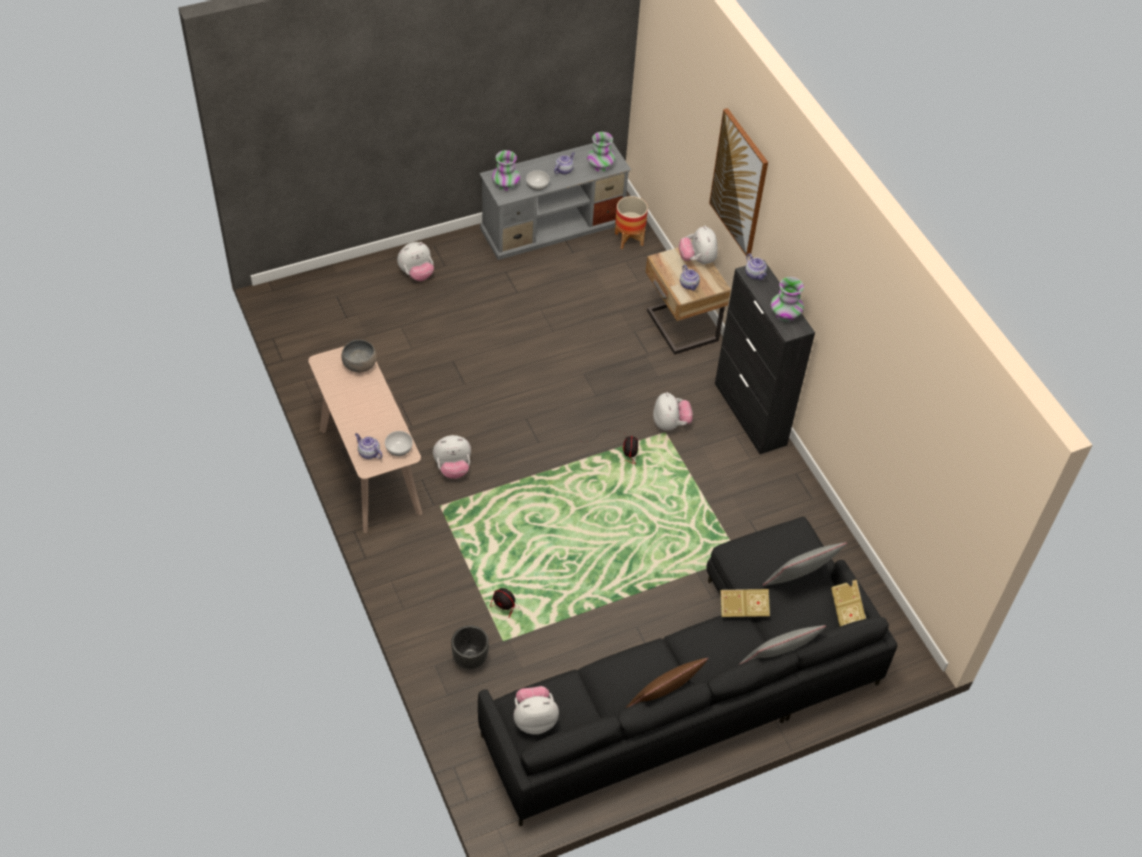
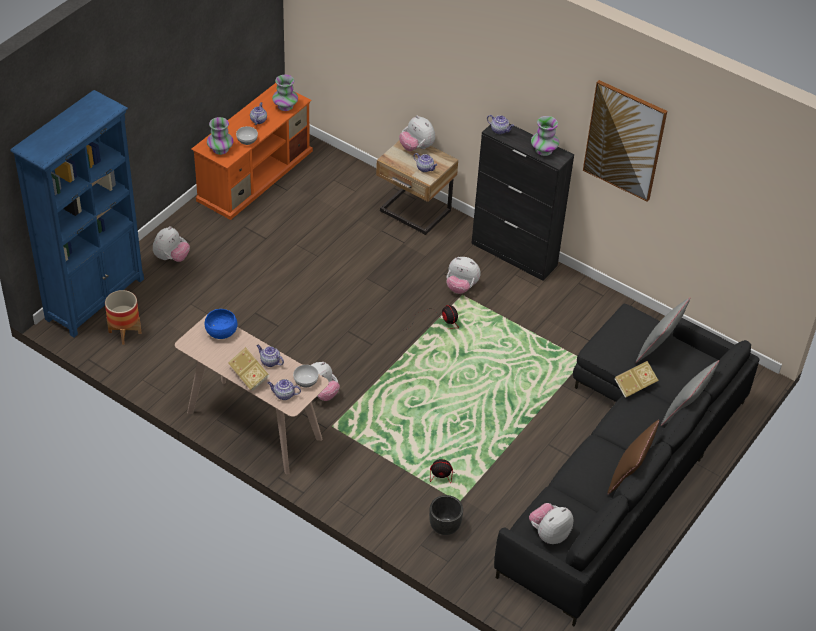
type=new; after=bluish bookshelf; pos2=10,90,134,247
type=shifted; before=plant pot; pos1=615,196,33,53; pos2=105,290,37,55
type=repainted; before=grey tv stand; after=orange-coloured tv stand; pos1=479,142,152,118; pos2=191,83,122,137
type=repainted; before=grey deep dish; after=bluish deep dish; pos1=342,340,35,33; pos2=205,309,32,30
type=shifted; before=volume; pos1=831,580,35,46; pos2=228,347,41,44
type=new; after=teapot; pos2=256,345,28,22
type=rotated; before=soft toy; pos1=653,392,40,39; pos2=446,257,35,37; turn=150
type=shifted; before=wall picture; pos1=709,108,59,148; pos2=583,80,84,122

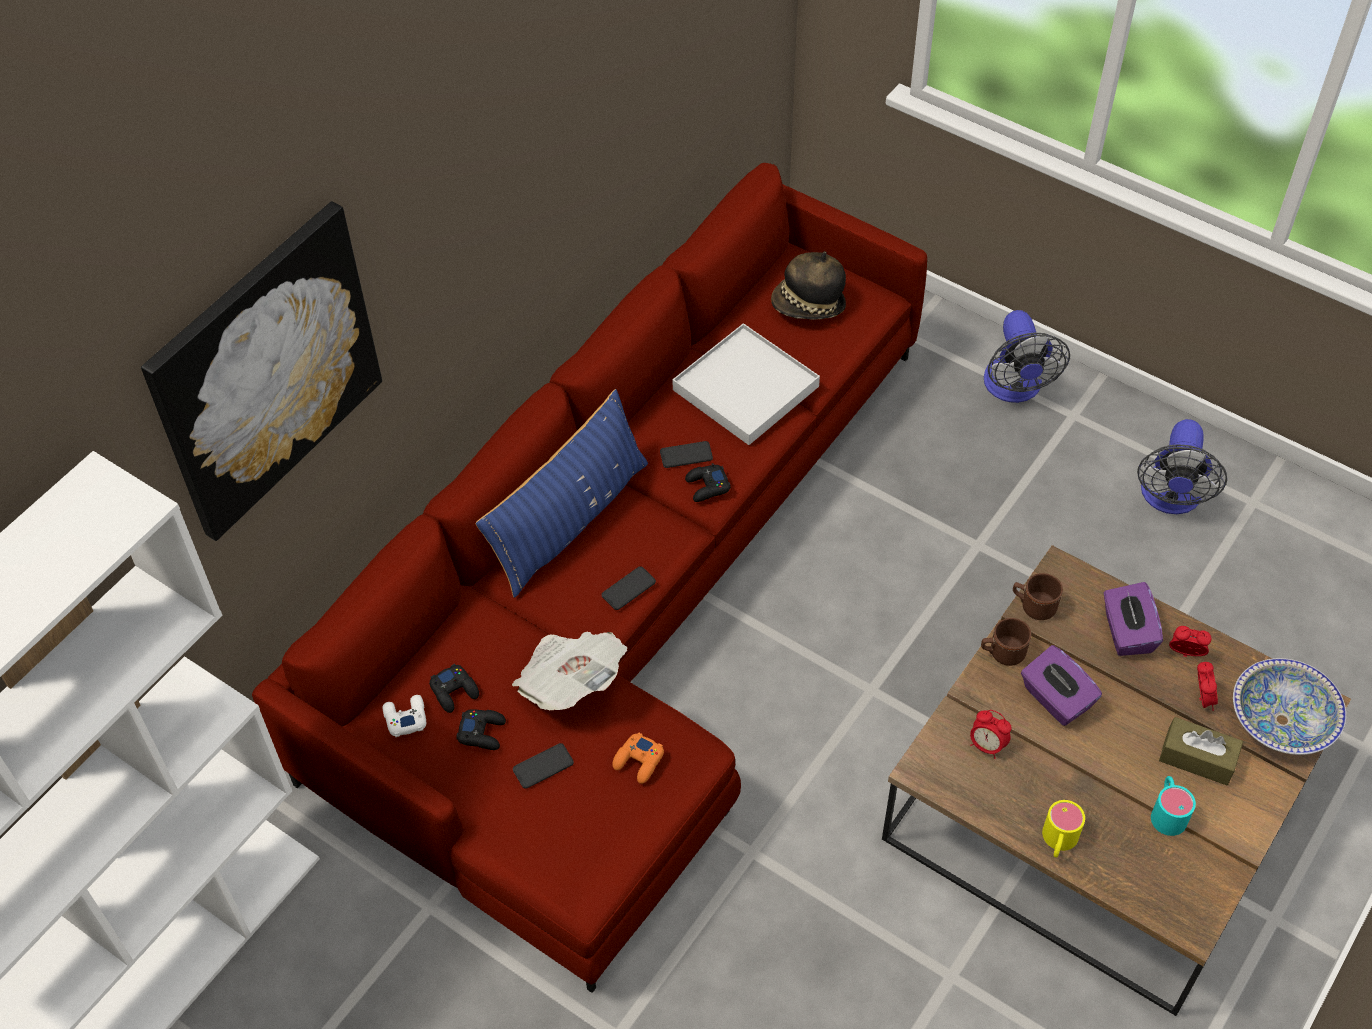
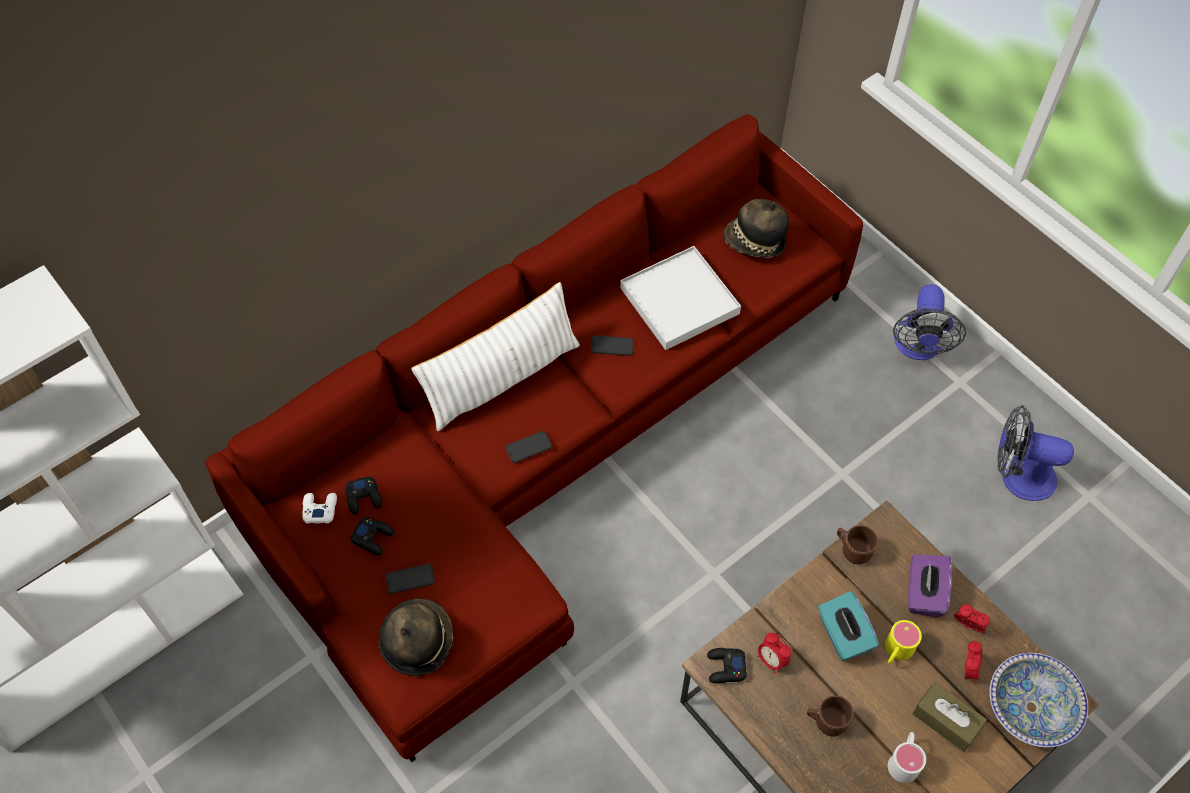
type=new; after=wearable hat; pos2=378,598,75,78
type=repainted; before=bluish cushion; after=whitish cushion; pos1=476,389,172,209; pos2=411,282,169,149
type=shifted; before=blackish game controller; pos1=685,463,46,39; pos2=707,648,40,35
type=shifted; before=brownish coffee mug; pos1=981,618,50,48; pos2=807,696,47,41
type=repainted; before=purplish box of tissues; after=turquoise-coloured box of tissues; pos1=1021,645,81,81; pos2=818,591,61,70
type=shifted; before=yellowish coffee mug; pos1=1042,800,43,58; pos2=885,620,37,44
type=repainted; before=turquoise-coloured coffee mug; after=whitish coffee mug; pos1=1151,776,45,60; pos2=888,732,38,51
type=rotated; before=electric fan; pos1=1137,419,90,95; pos2=997,405,77,96; turn=75
type=gone; before=wall picture; pos1=141,201,241,340
type=gone; before=daily paper; pos1=512,631,115,79
type=gone; before=orange-coloured game controller; pos1=612,732,52,52

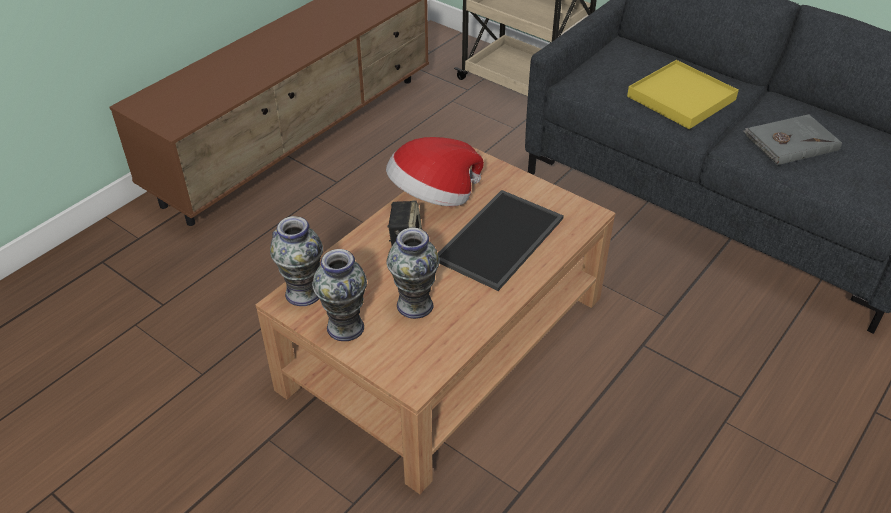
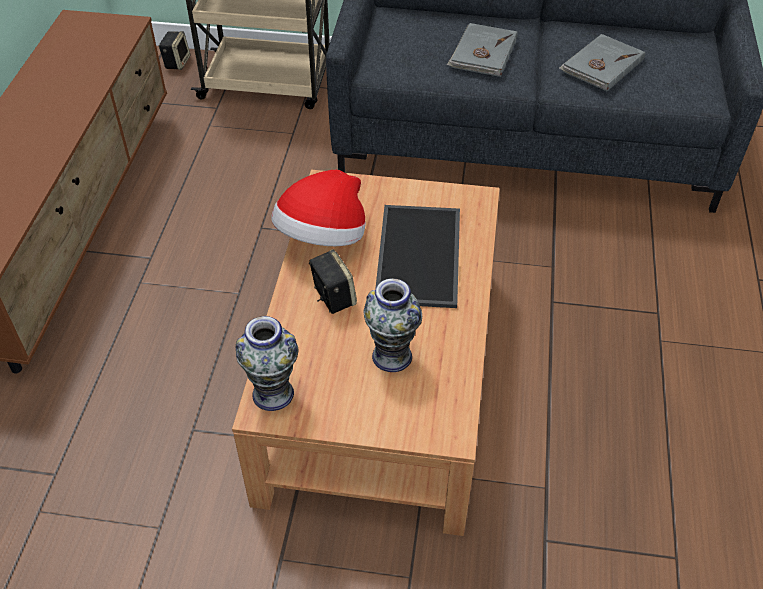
type=new; after=loudspeaker; pos2=159,31,31,39
type=swapped; before=yellowish carrying tray; after=grey volume; pos1=627,60,112,69; pos2=447,23,71,54
type=gone; before=flower vase; pos1=312,249,55,92

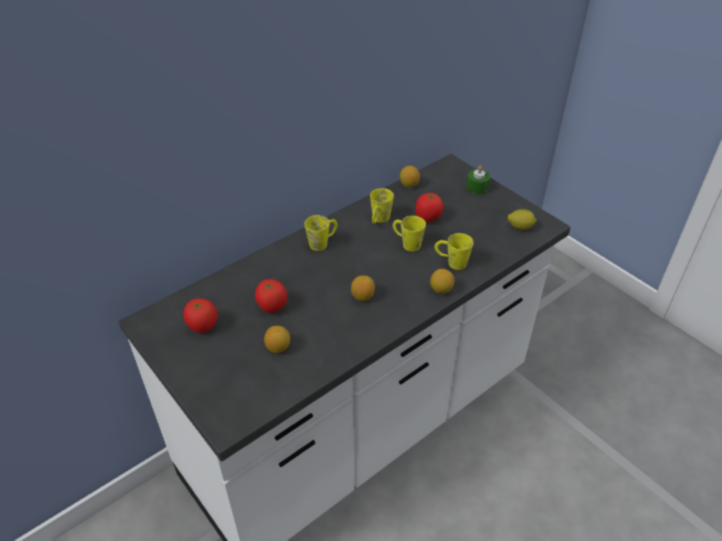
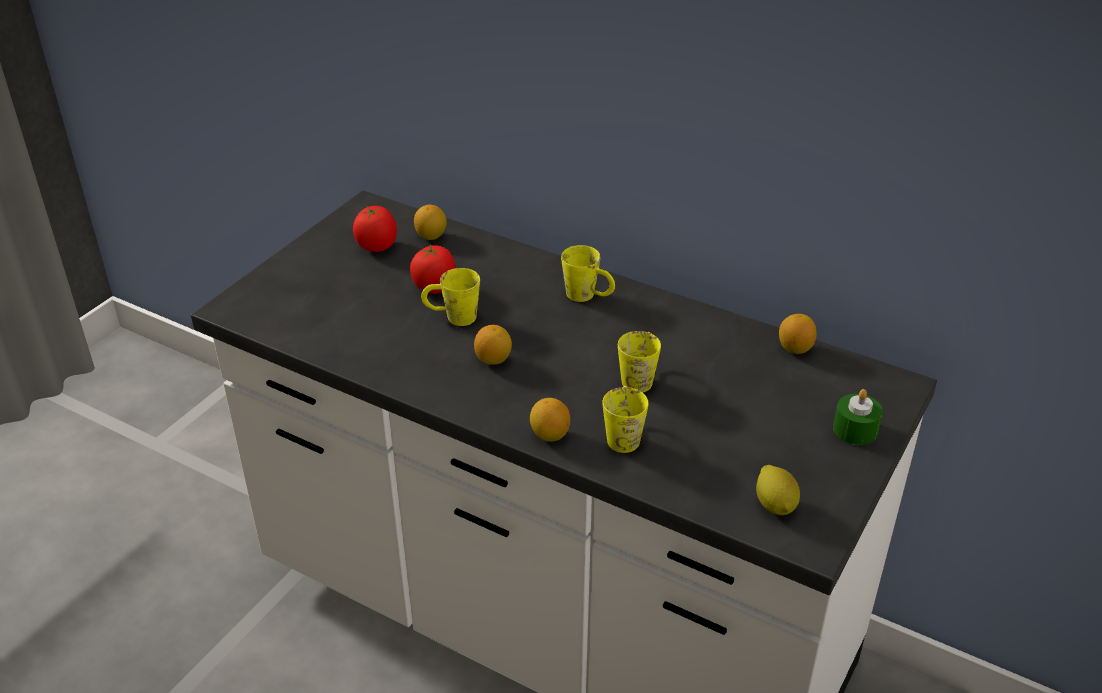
type=shifted; before=citrus fruit; pos1=264,326,26,27; pos2=414,205,33,35
type=shifted; before=yellowish coffee mug; pos1=370,188,24,36; pos2=421,268,59,58
type=gone; before=tomato; pos1=415,193,29,30

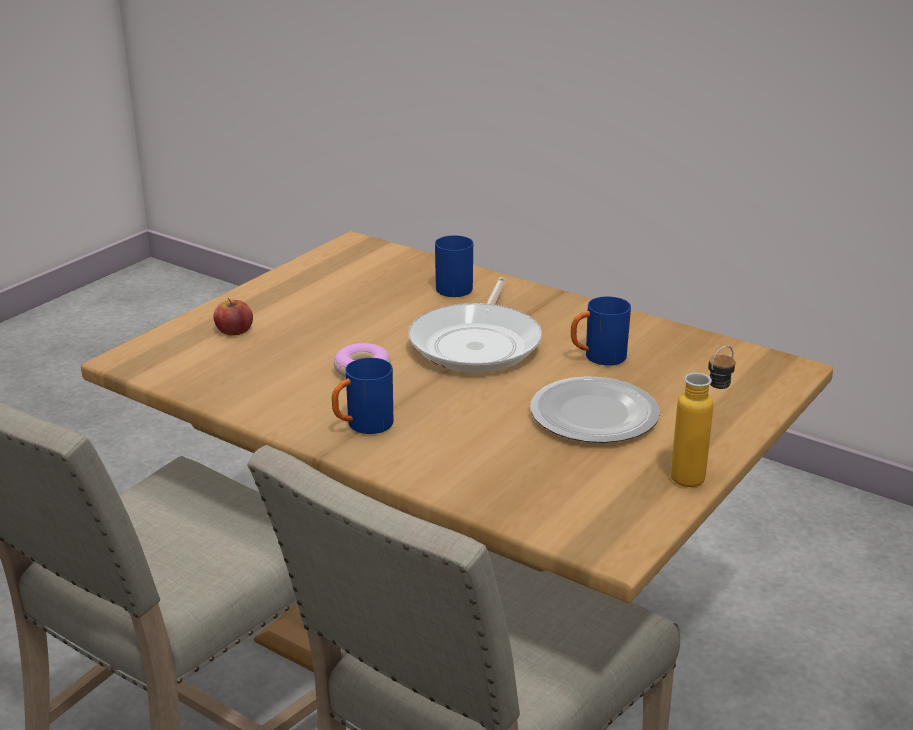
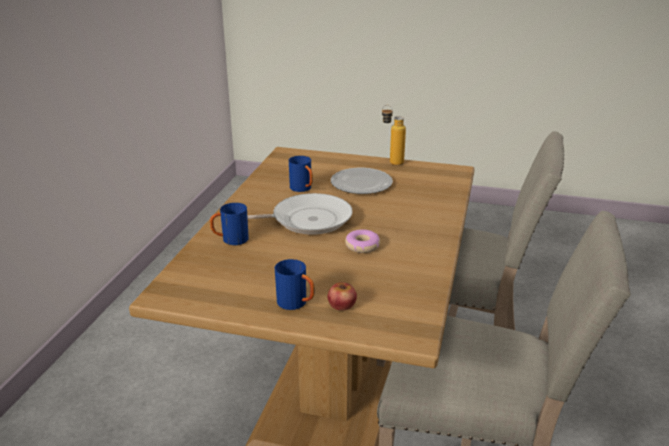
type=shifted; before=bluish coffee mug; pos1=332,358,61,76; pos2=275,259,40,51

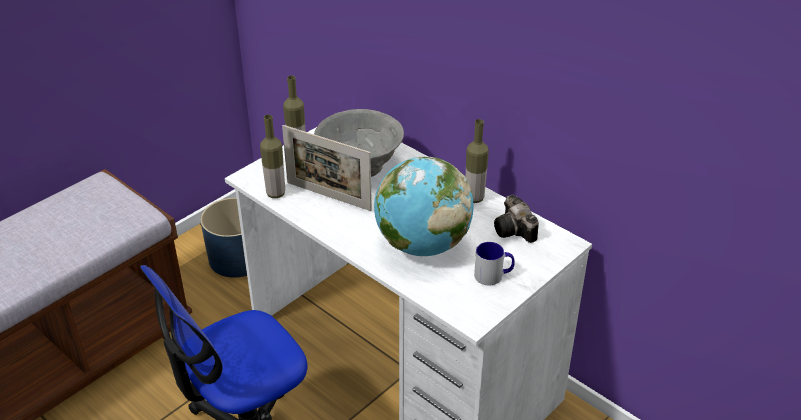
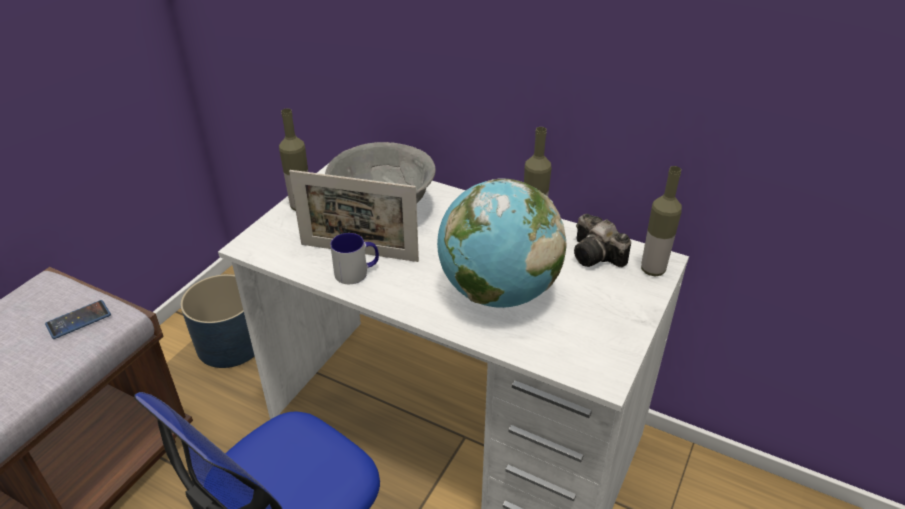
type=new; after=phone; pos2=45,300,66,39
type=shifted; before=coffee mug; pos1=474,242,41,43; pos2=330,233,49,51
type=shifted; before=bottle; pos1=260,115,25,83; pos2=641,166,41,111

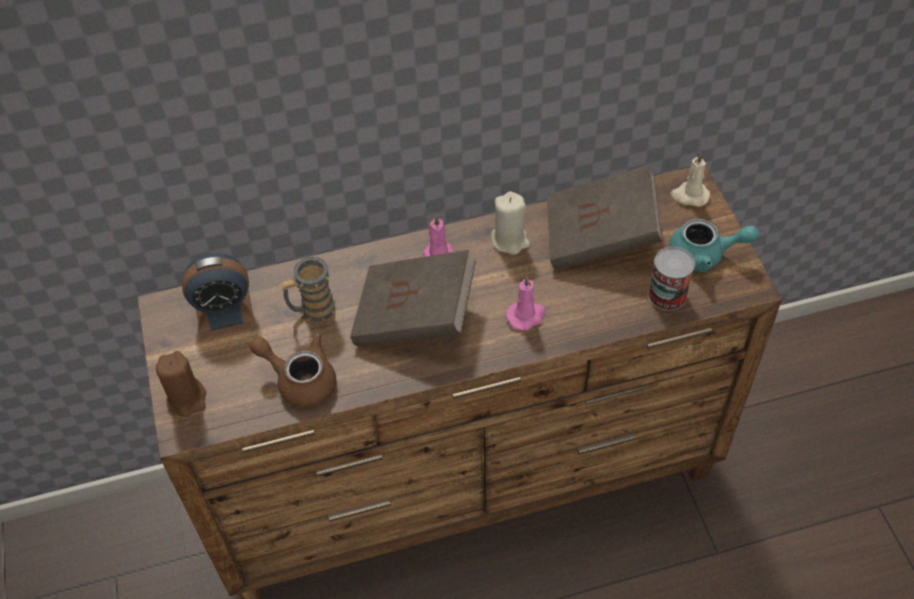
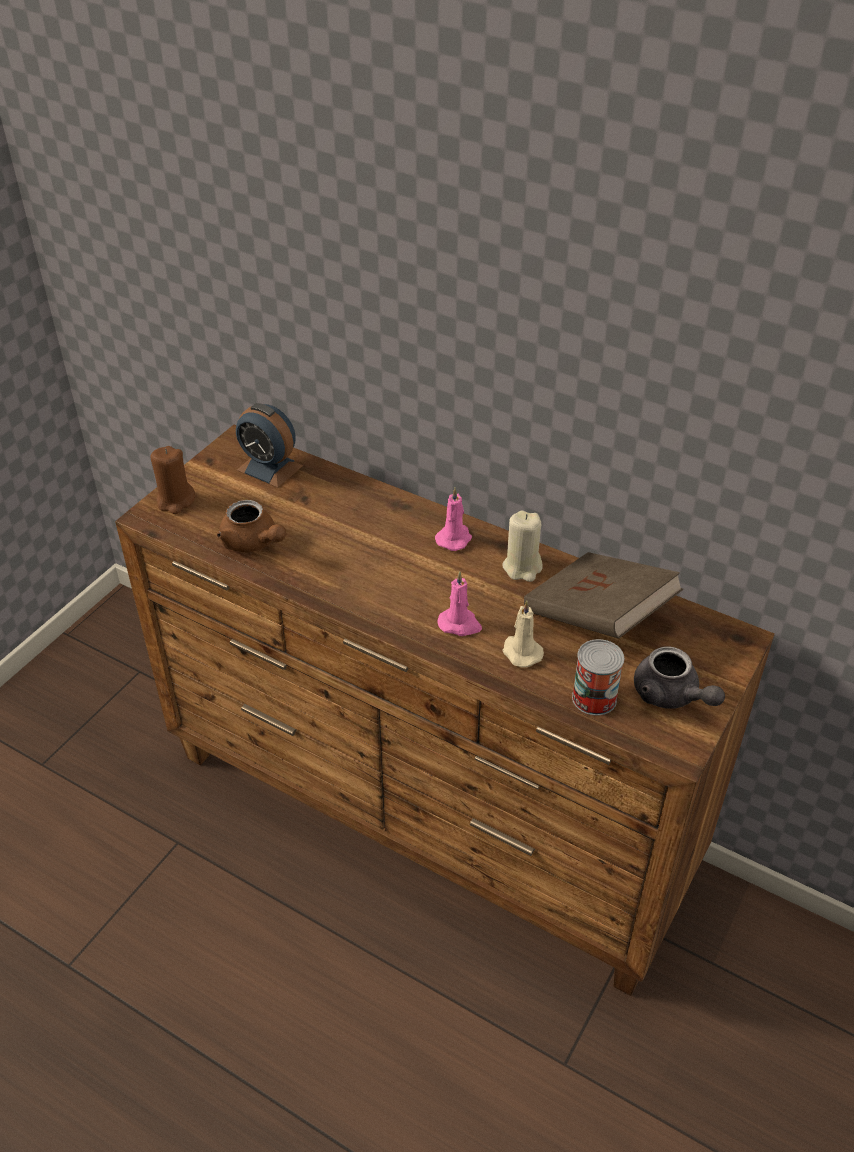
type=rotated; before=brownish teapot; pos1=250,333,86,75; pos2=216,500,70,52; turn=150
type=shifted; before=sand-coloured wax candle; pos1=671,152,39,55; pos2=503,600,41,68
type=repainted; before=turquoise-coloured teapot; after=grey teapot; pos1=669,219,90,53; pos2=634,647,91,62
type=gone; before=coffee mug; pos1=279,257,59,65
type=gone; before=brownish volume; pos1=350,250,126,97

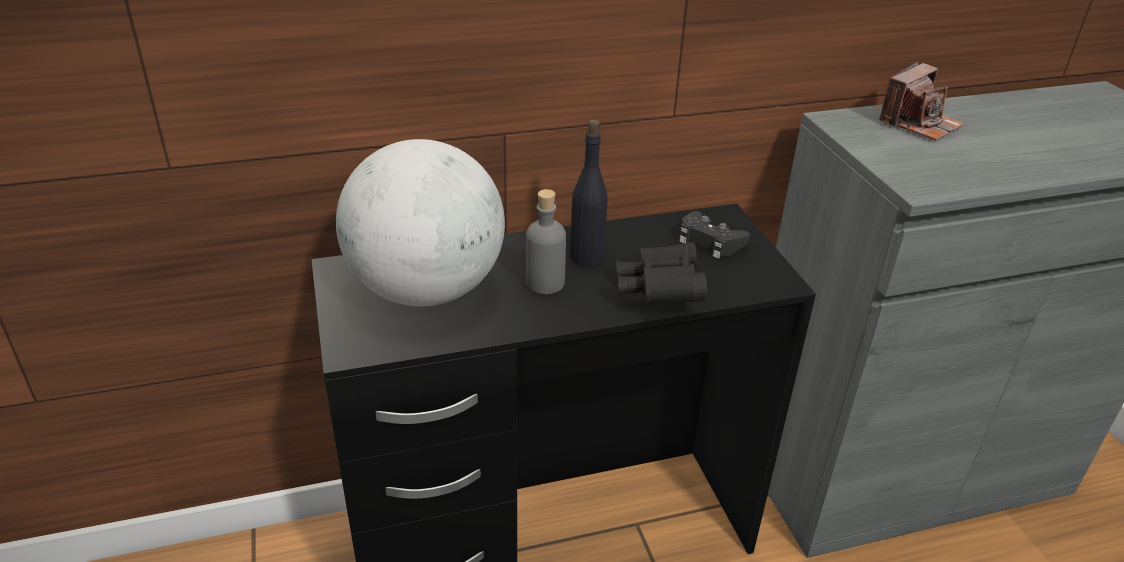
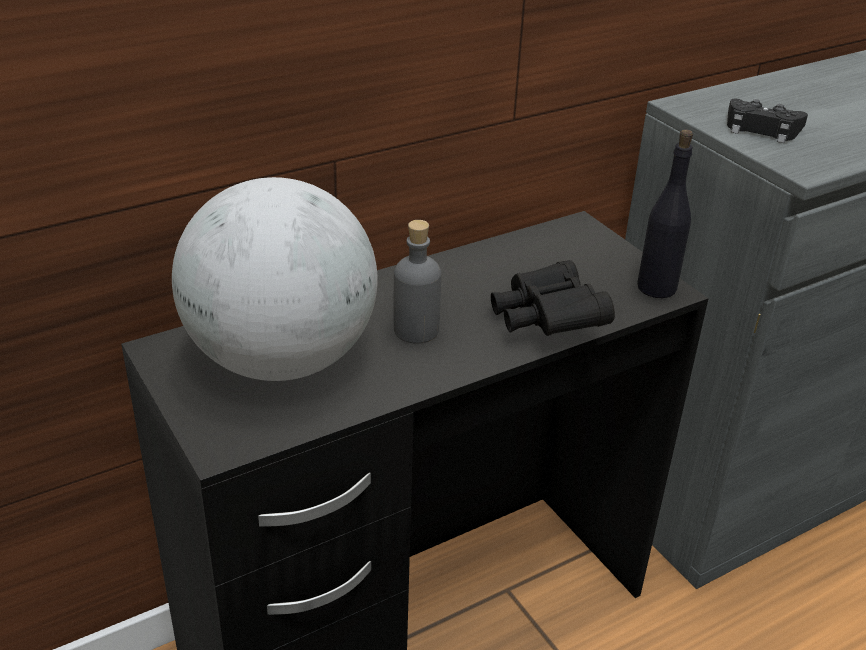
type=shifted; before=blackish bottle; pos1=570,120,38,146; pos2=637,130,56,168
type=shifted; before=blackish game controller; pos1=679,211,71,48; pos2=727,99,81,44
type=gone; before=photo camera; pos1=879,62,85,78

